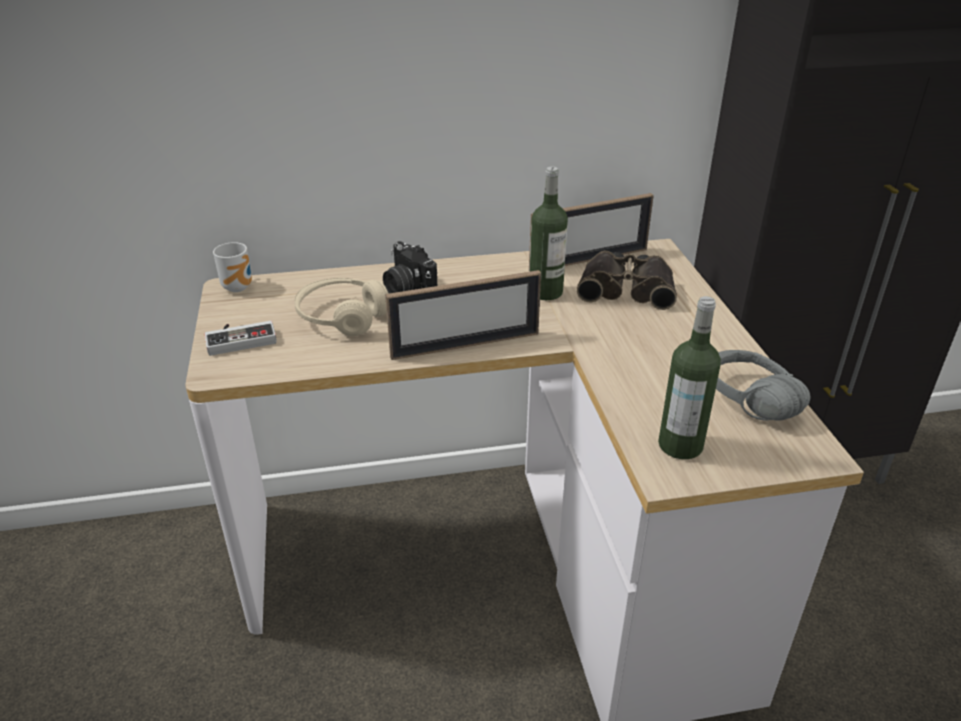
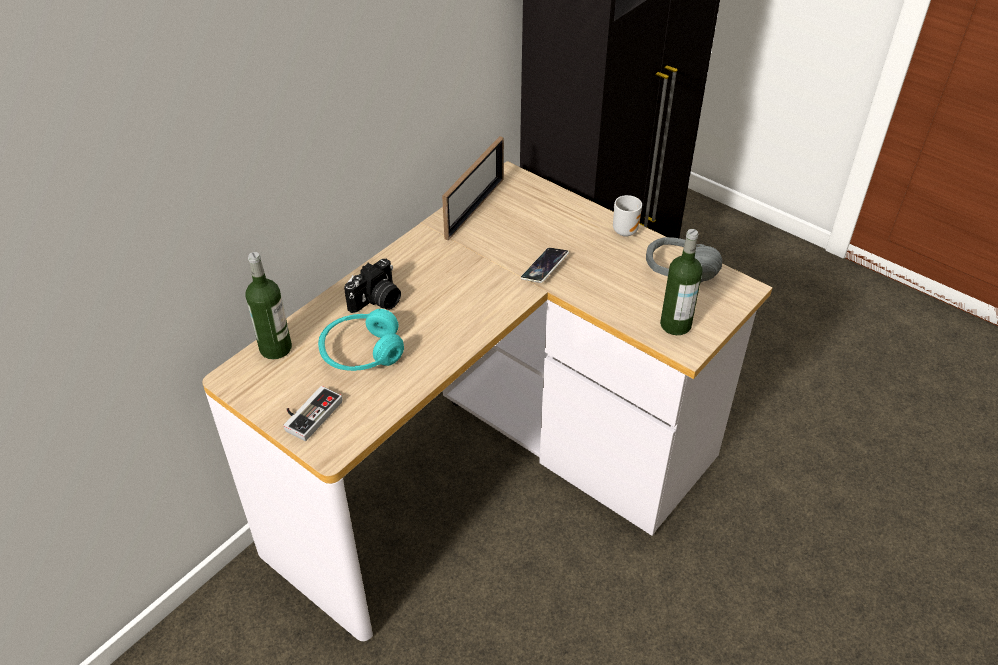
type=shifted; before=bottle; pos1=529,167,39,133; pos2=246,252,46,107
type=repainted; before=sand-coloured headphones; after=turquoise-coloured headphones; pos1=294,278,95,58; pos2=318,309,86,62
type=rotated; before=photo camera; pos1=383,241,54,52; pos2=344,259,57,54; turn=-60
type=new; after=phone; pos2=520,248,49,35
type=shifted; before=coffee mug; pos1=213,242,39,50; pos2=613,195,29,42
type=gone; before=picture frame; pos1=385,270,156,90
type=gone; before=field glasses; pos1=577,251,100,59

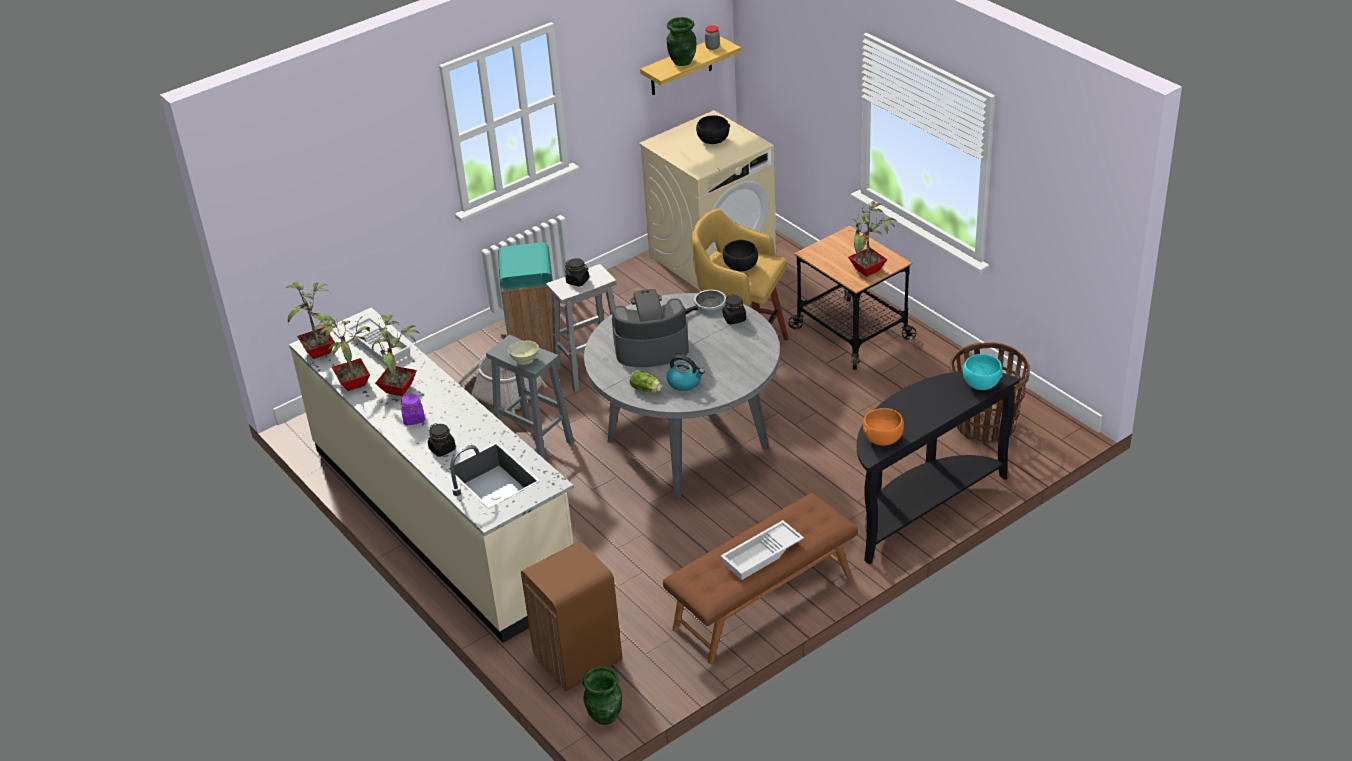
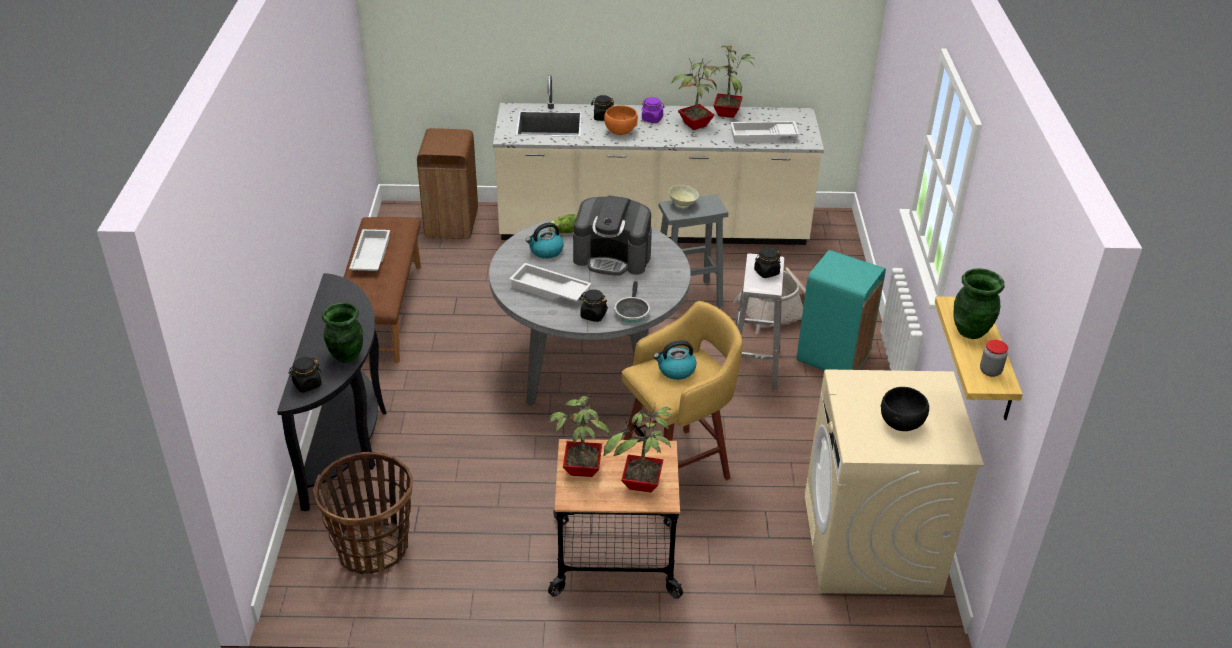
type=swapped; before=turquoise-coloured deep dish; after=blackish storage jar; pos1=963,354,39,36; pos2=288,357,34,36
type=shifted; before=green-coloured flower vase; pos1=583,667,39,58; pos2=322,302,41,61
type=new; after=whitish carrying tray; pos2=509,263,83,38
type=rotated; before=coffee brewer; pos1=612,289,77,78; pos2=573,195,79,81; turn=75
type=shifted; before=orange-coloured deep dish; pos1=863,408,41,38; pos2=604,105,34,30
type=shifted; before=potted plant; pos1=285,282,52,77; pos2=604,406,70,87
type=swapped; before=blackish deep dish; after=water kettle; pos1=723,240,35,32; pos2=653,340,44,40

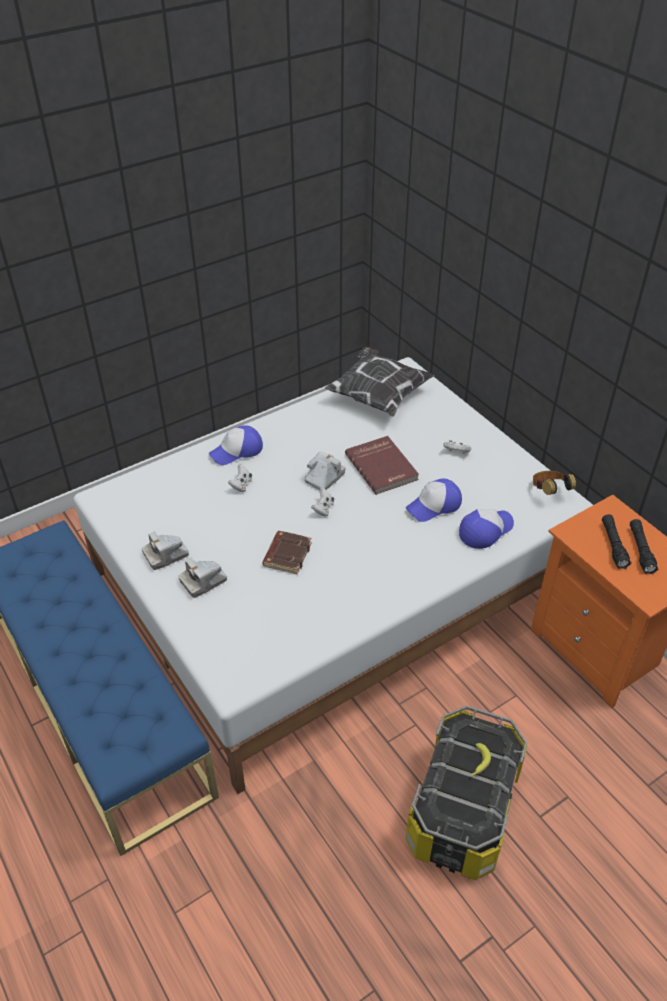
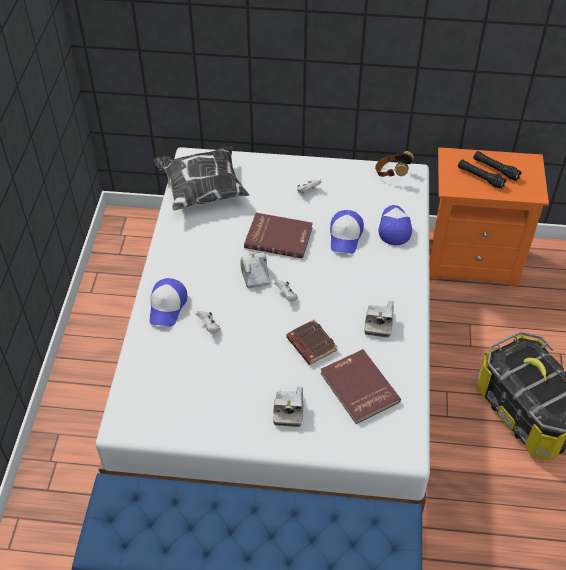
type=new; after=reddish volume; pos2=320,349,81,75
type=shifted; before=photo camera; pos1=142,531,47,39; pos2=364,301,30,36

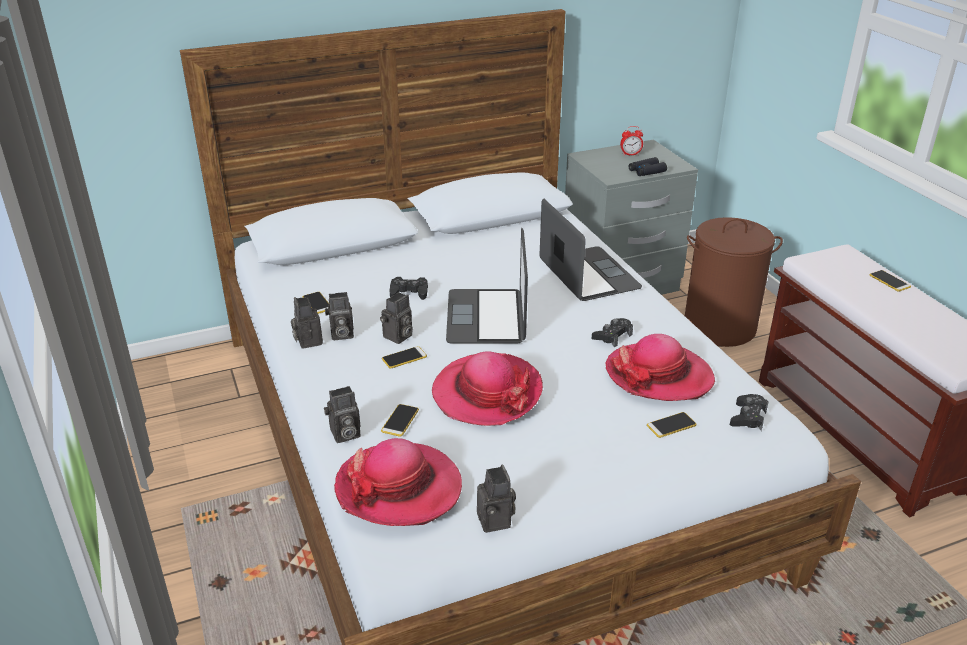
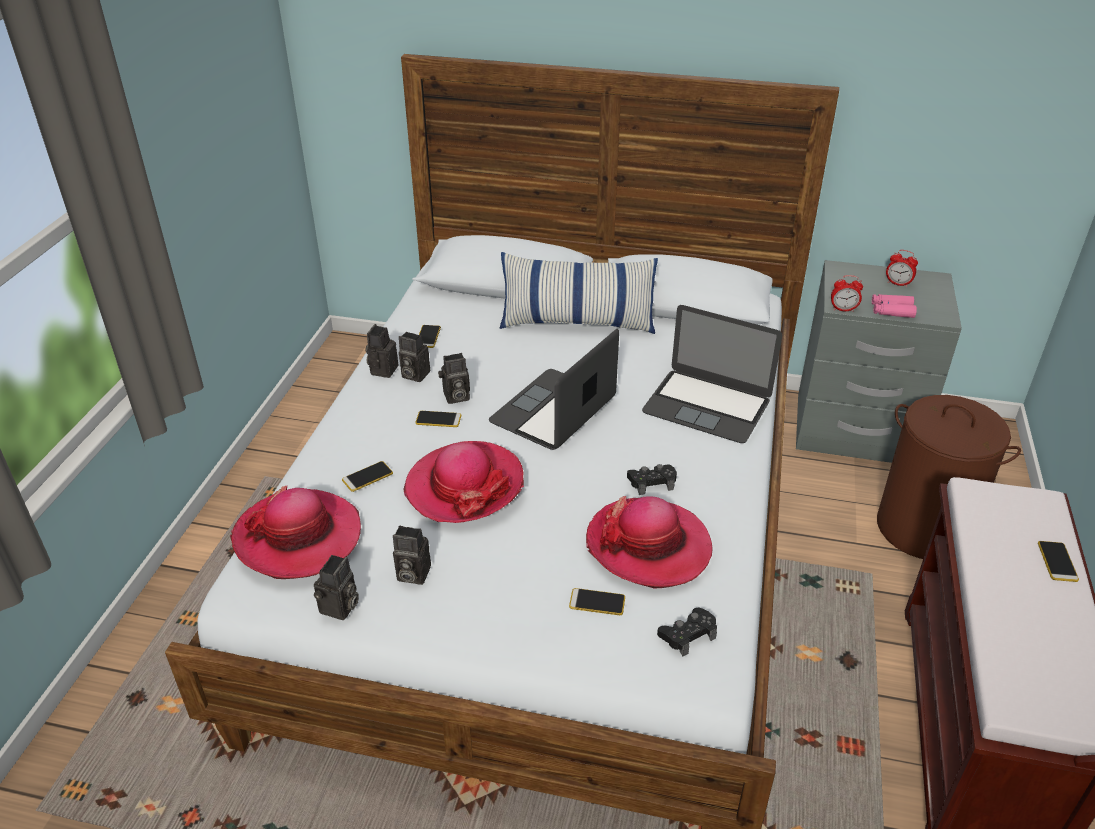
type=shifted; before=photo camera; pos1=324,386,37,57; pos2=393,526,38,59
type=new; after=cushion; pos2=500,252,158,82
type=rotated; before=notebook computer; pos1=539,199,103,102; pos2=642,305,140,138; turn=105
type=new; after=alarm clock; pos2=831,275,32,37
type=repainted; before=blackish field glasses; after=pink field glasses; pos1=629,157,38,19; pos2=872,294,45,24
type=gone; before=blackish game controller; pos1=389,277,39,23

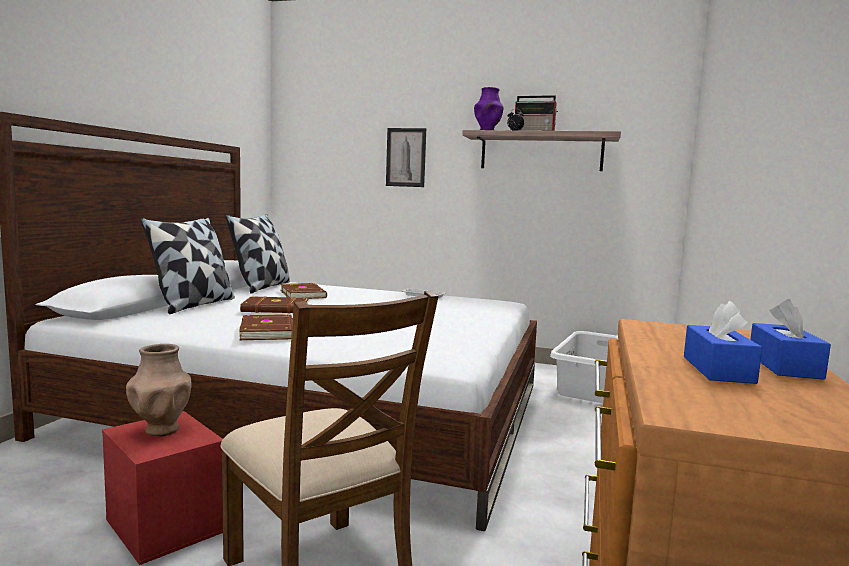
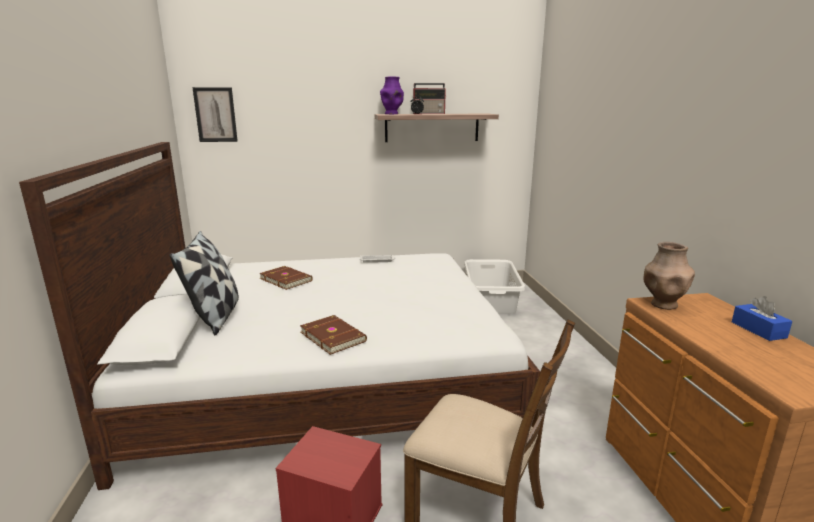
type=shifted; before=wall picture; pos1=386,128,40,59; pos2=192,87,46,55
type=shifted; before=brownish flower vase; pos1=126,344,66,92; pos2=643,242,52,68
type=gone; before=cushion; pos1=226,214,64,80
type=gone; before=brownish volume; pos1=240,296,69,18
type=gone; before=bluish box of tissues; pos1=684,301,78,83

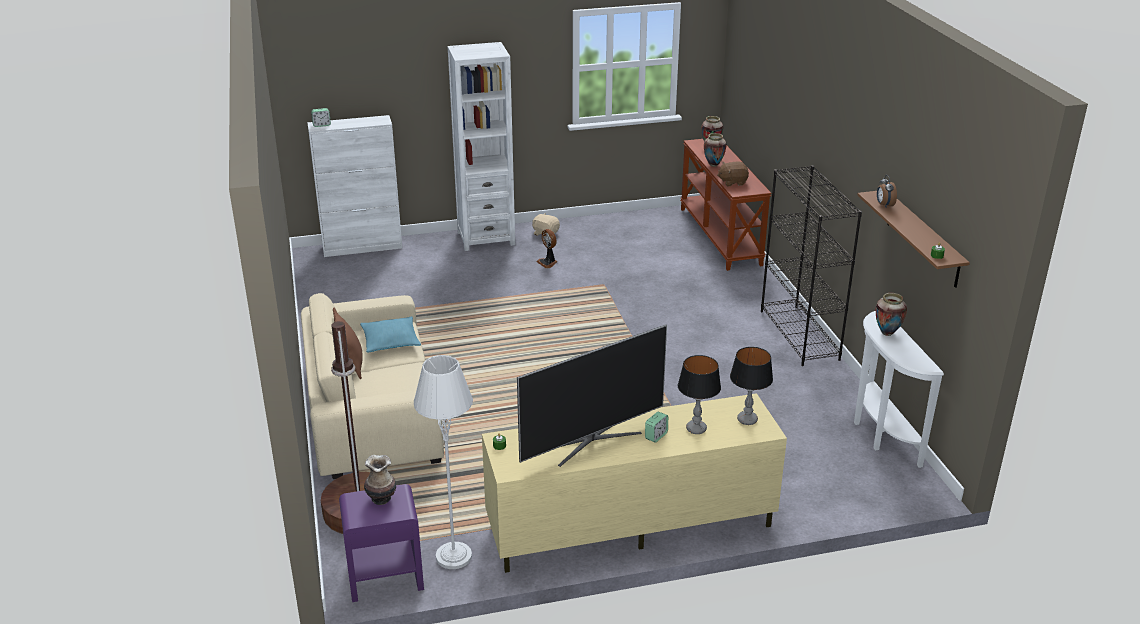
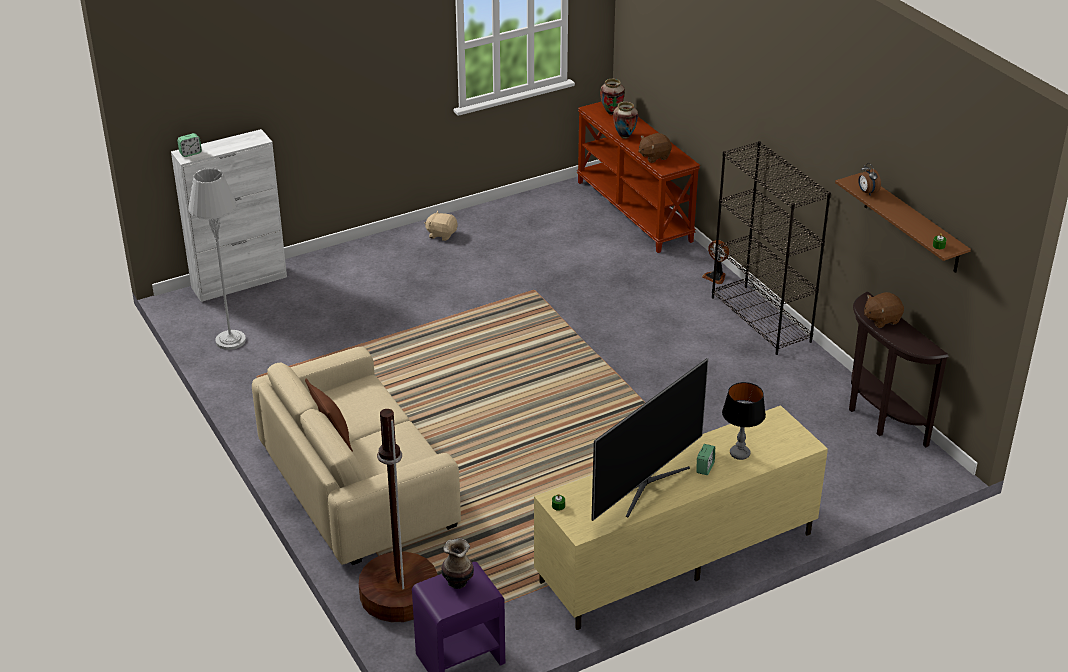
type=shifted; before=grey floor lamp; pos1=414,355,59,214; pos2=188,168,58,182
type=shifted; before=electric fan; pos1=536,229,21,39; pos2=702,240,27,44
type=repainted; before=whitish narrow table; after=brownish narrow table; pos1=854,311,90,157; pos2=849,291,100,156
type=swapped; before=flower vase; after=brownish soft toy; pos1=876,293,31,43; pos2=864,292,40,36
type=gone; before=turquoise-coloured cushion; pos1=360,316,61,36
type=gone; before=whitish bookshelf; pos1=448,42,67,209
type=gone; before=table lamp; pos1=730,347,43,78

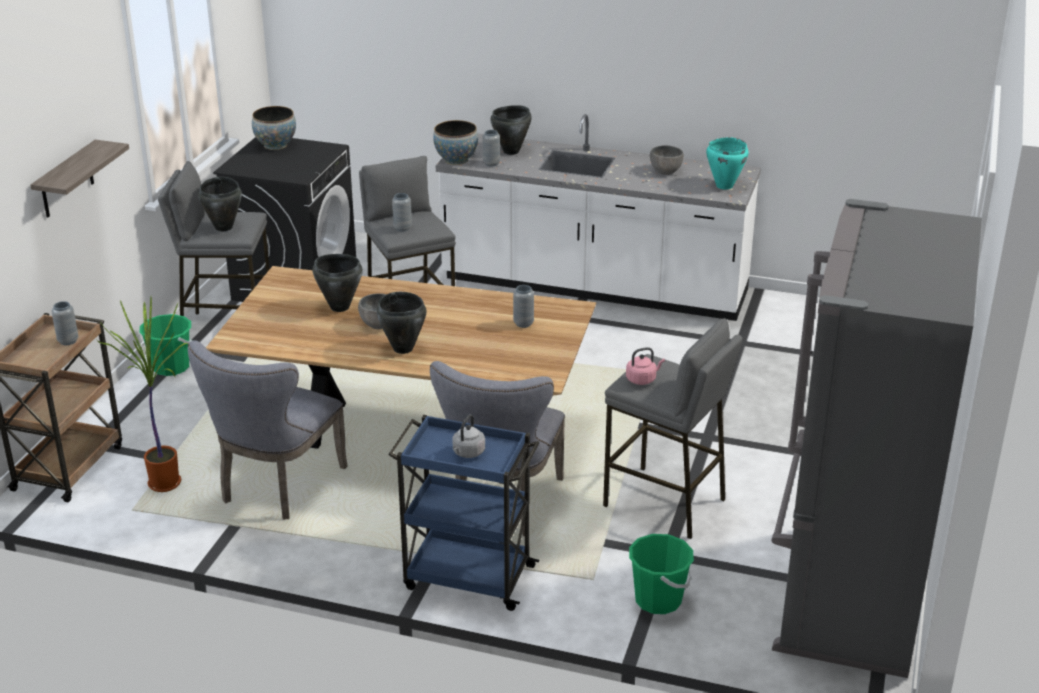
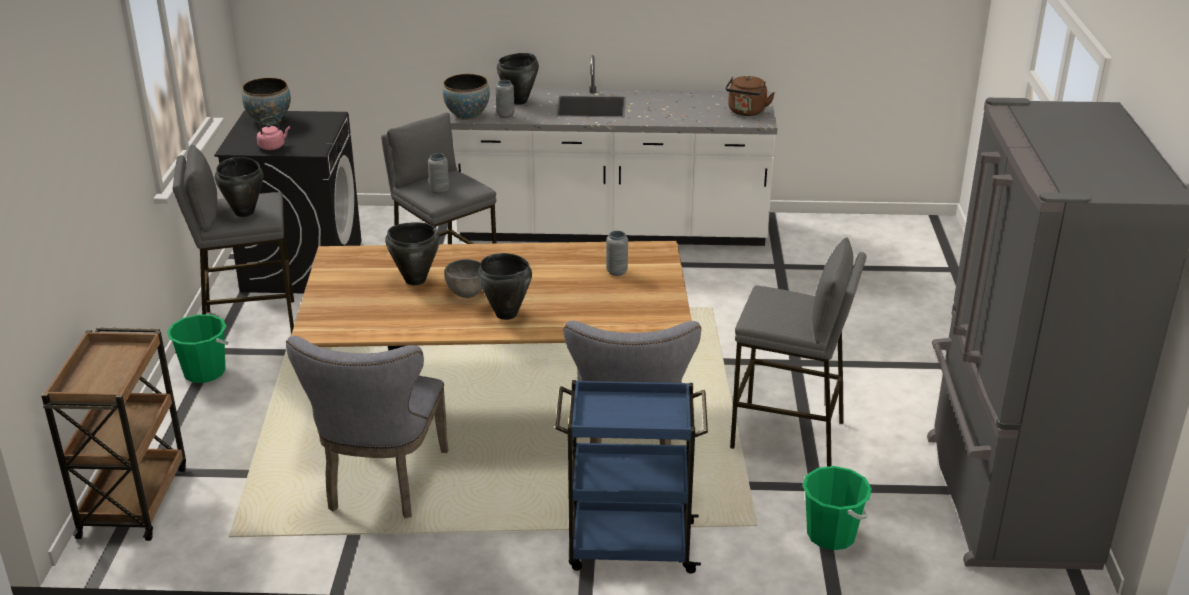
type=shifted; before=pink water kettle; pos1=626,347,39,38; pos2=257,116,33,34
type=swapped; before=turquoise-coloured saucepot; after=brownish water kettle; pos1=706,137,42,52; pos2=726,76,49,40
type=gone; before=bracket shelf; pos1=30,140,99,78
type=gone; before=grey flower vase; pos1=52,301,26,44
type=gone; before=potted plant; pos1=96,297,93,195
type=gone; before=grey water kettle; pos1=452,415,33,43
type=gone; before=grey deep dish; pos1=650,145,34,30

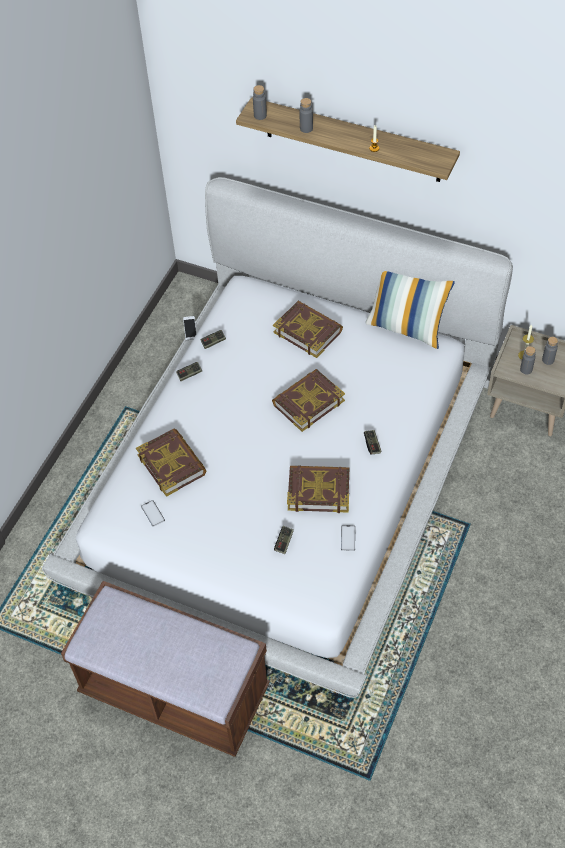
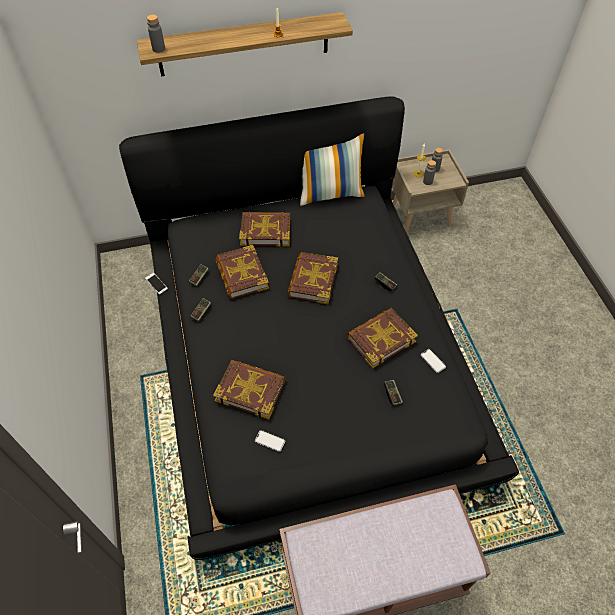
type=repainted; before=whitish bedroom bed; after=blackish bedroom bed; pos1=42,177,471,521; pos2=119,96,400,464
type=new; after=volume; pos2=215,245,54,54
type=gone; before=grey bottle; pos1=299,98,14,35

